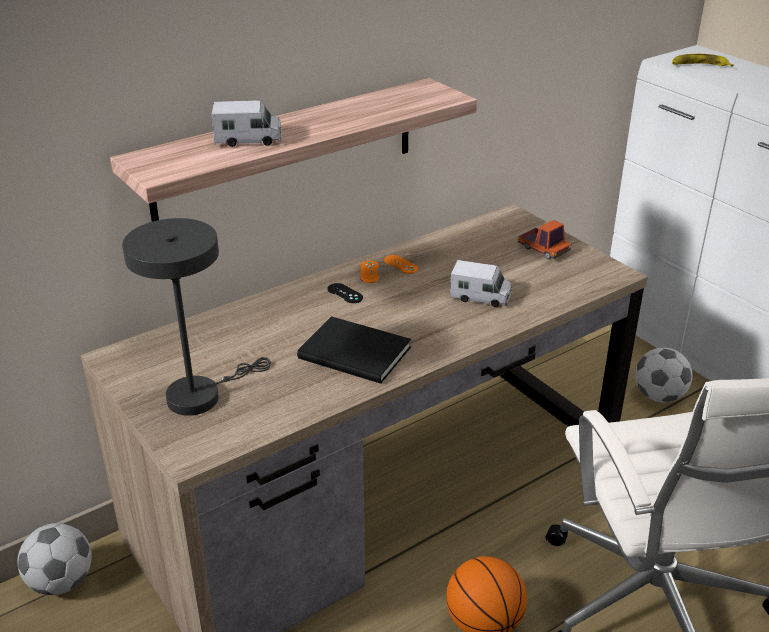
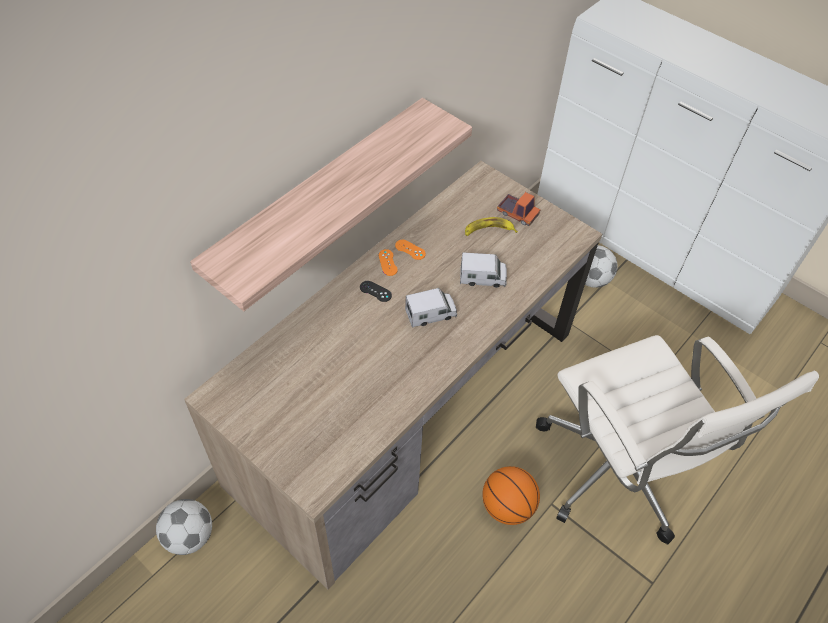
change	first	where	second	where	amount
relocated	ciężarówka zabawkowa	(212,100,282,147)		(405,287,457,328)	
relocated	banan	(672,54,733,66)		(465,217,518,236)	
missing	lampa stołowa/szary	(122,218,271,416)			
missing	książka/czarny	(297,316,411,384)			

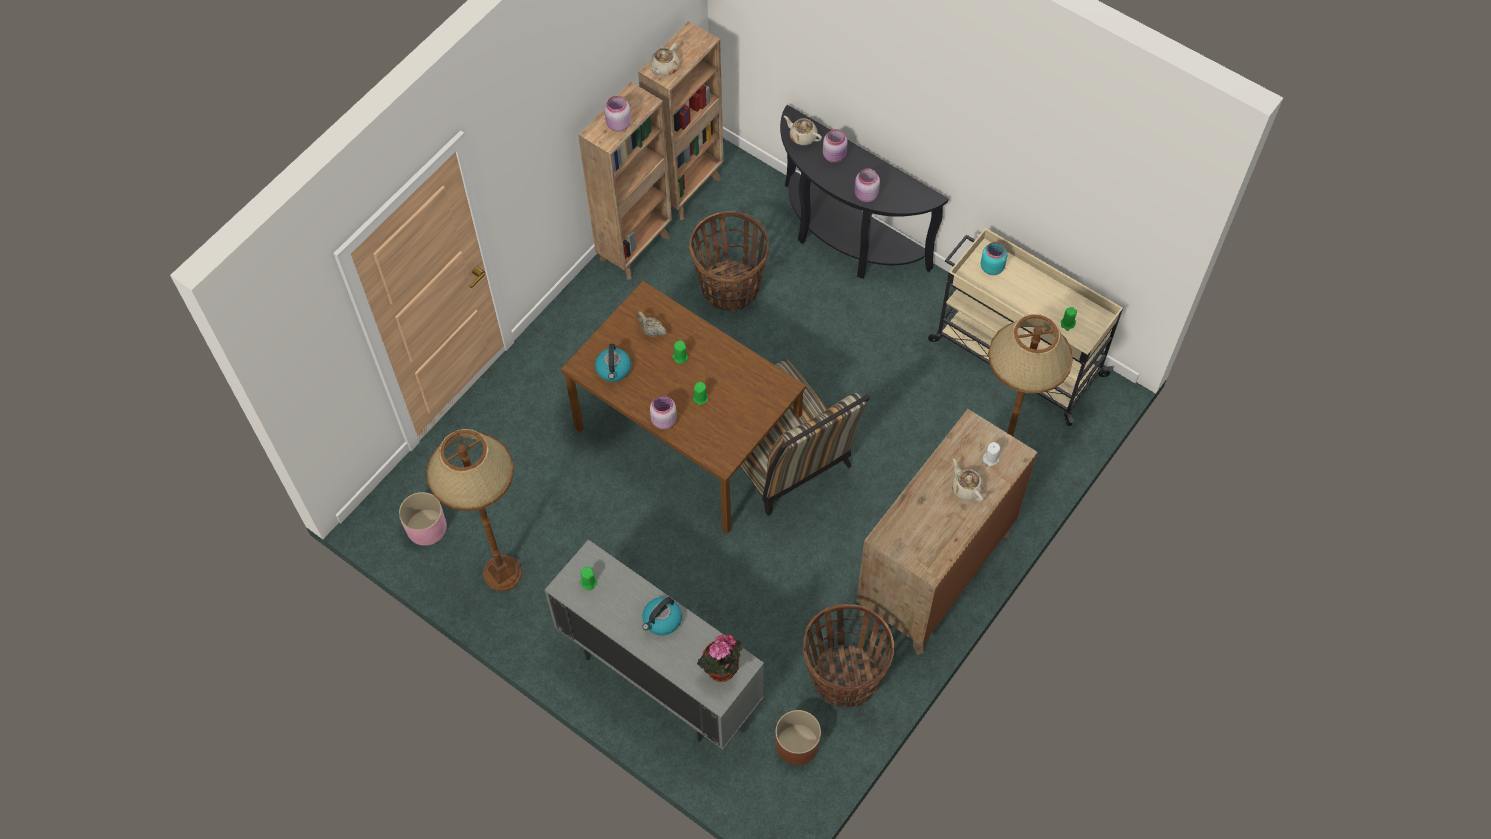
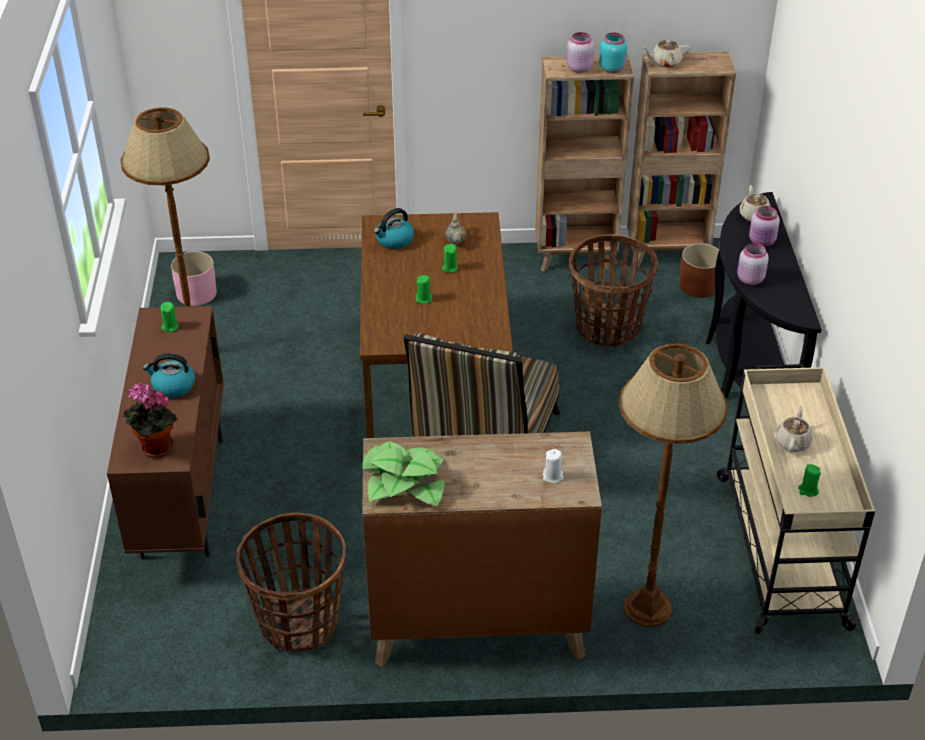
change	first	where	second	where	amount
colour	szafka/szary	(545,540,764,749)	szafka/brązowy	(107,306,224,559)	
appeared			roślina doniczkowa	(362,441,445,506)	
relocated	słoik/turkusowy	(981,242,1007,275)		(599,32,627,73)	
relocated	donica/brązowy	(775,710,821,765)		(679,244,719,298)	
relocated	imbryk/beżowy	(952,459,984,502)		(775,406,813,452)	
missing	słoik/różowy	(650,395,677,429)			

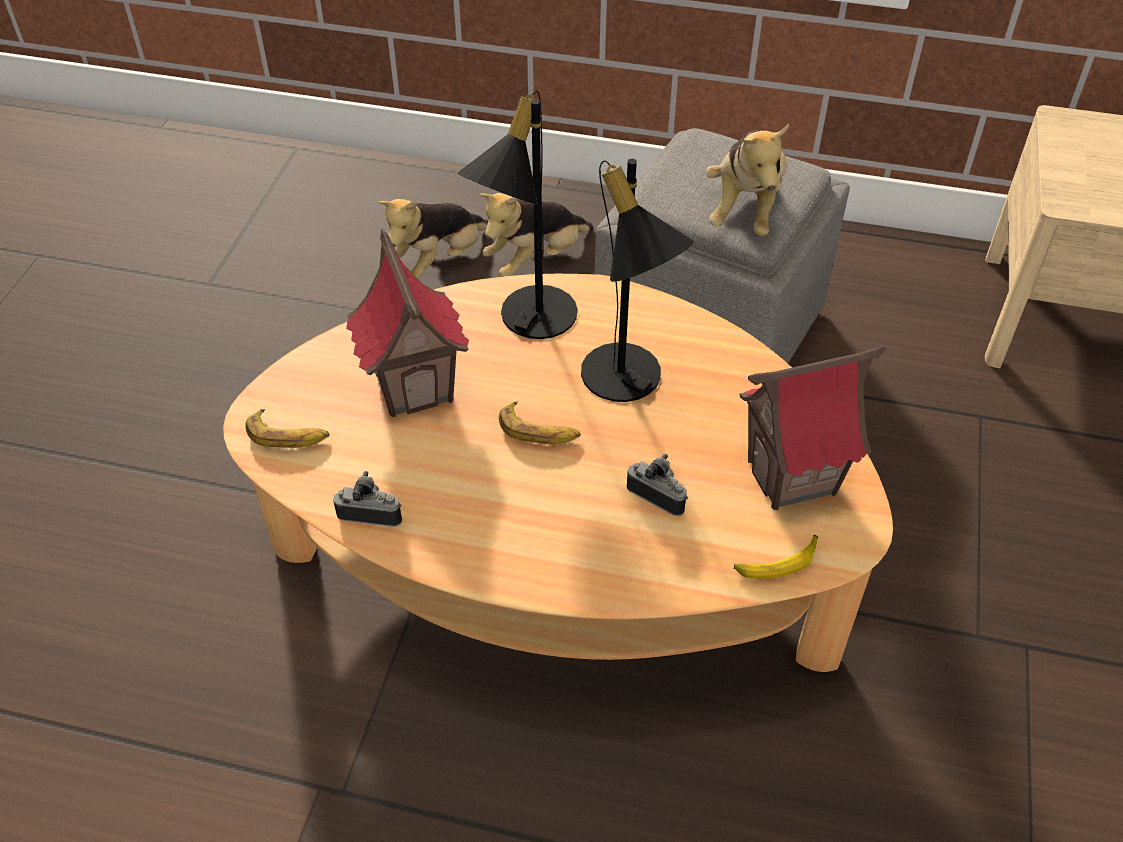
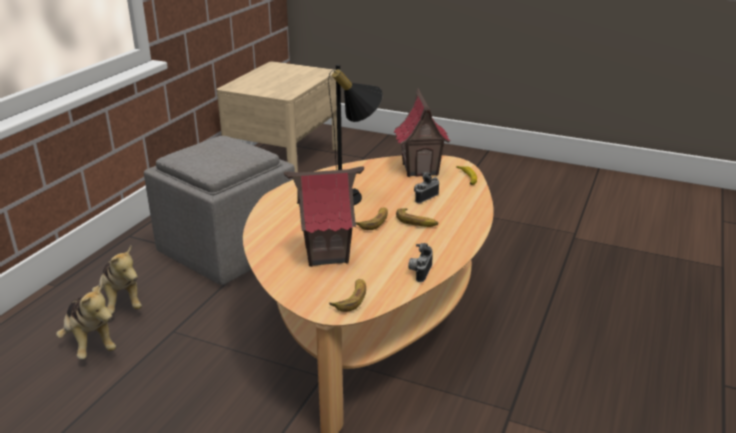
change	first	where	second	where	amount
appeared			banan	(396,208,438,227)	
missing	lampa stołowa/czarny	(457,91,578,339)			
missing	pluszak	(706,124,789,236)			

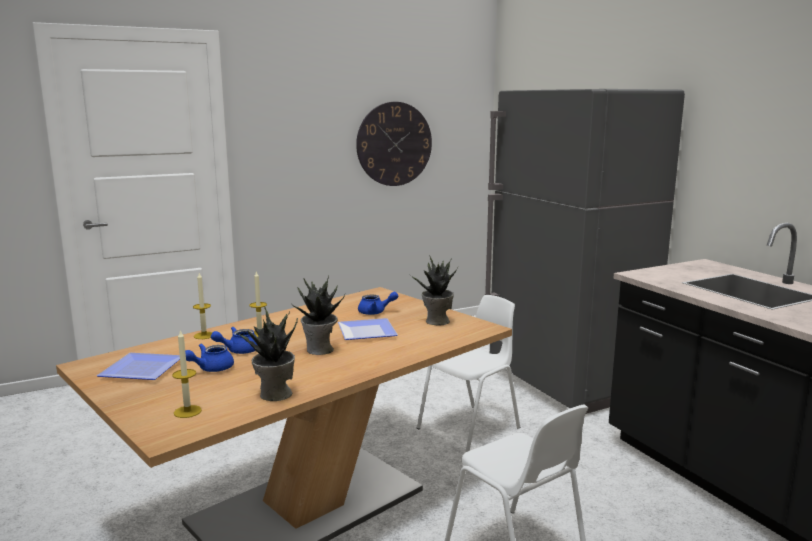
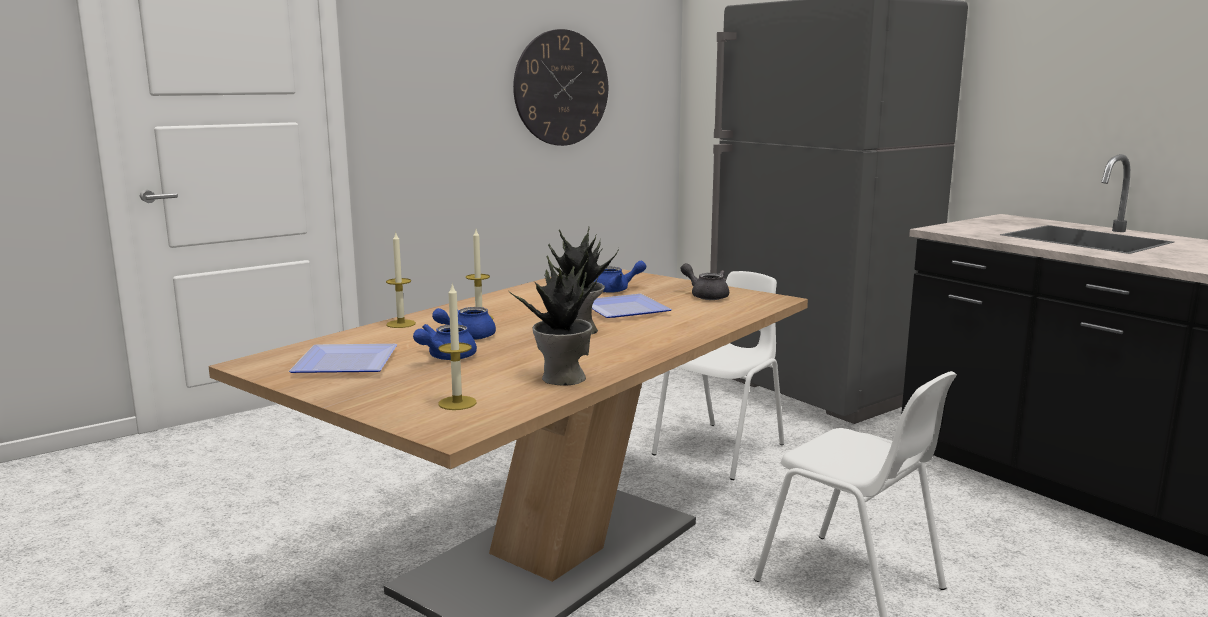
change	first	where	second	where	amount
exchanged	roślina doniczkowa	(409,255,457,325)	imbryk/szary	(680,263,729,300)	

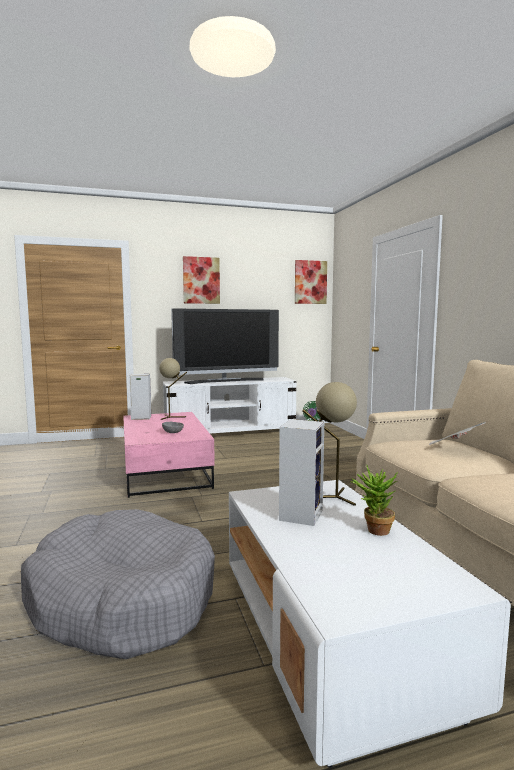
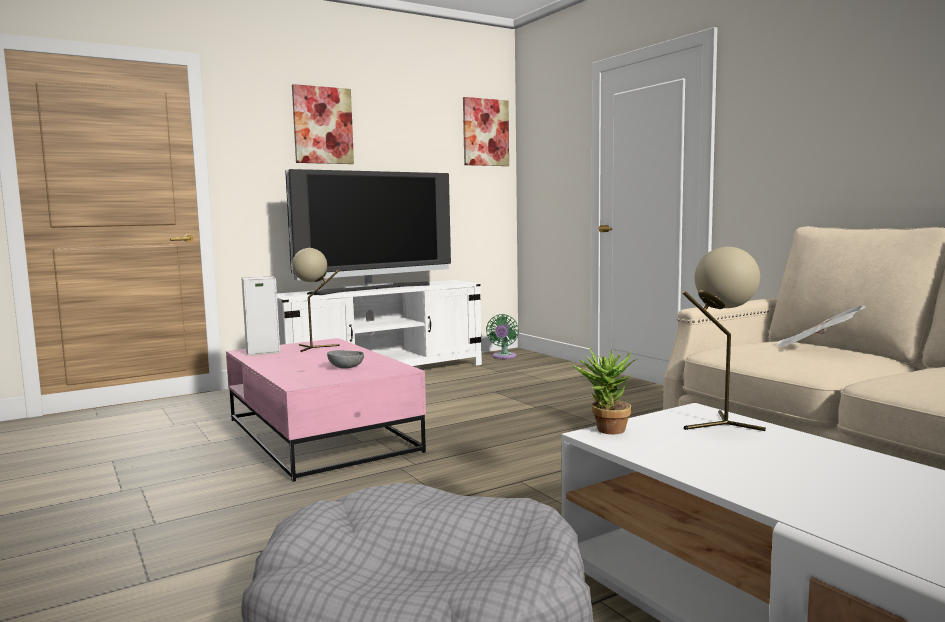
change	first	where	second	where	amount
relocated	roślina doniczkowa	(350,464,398,536)		(574,347,637,434)	
missing	głośnik	(279,419,324,526)			

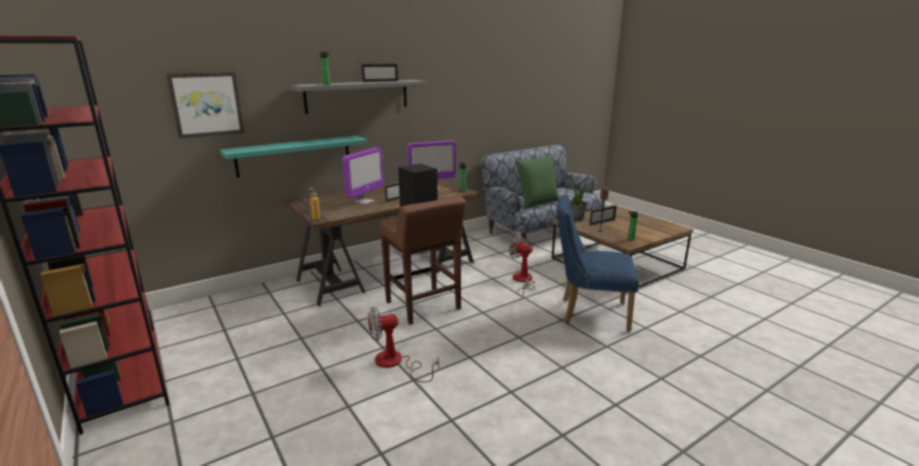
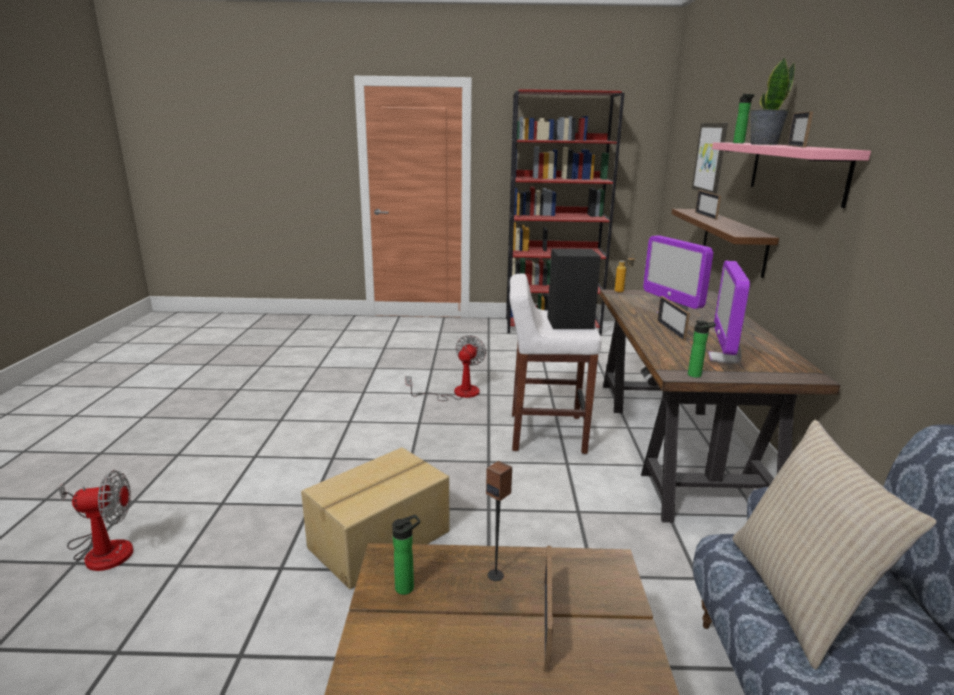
change	first	where	second	where	amount
relocated	wentylator	(509,235,535,297)		(59,470,133,571)	
exchanged	krzesło/niebieski	(557,194,639,332)	karton	(301,447,449,589)	
colour	stołek/brązowy	(379,196,466,325)	stołek/biały	(510,274,602,454)	
colour	półka/turkusowy	(220,136,367,178)	półka/brązowy	(672,209,779,278)	
appeared			ramka na zdjęcie	(695,190,721,220)	
colour	półka/szary	(291,80,426,114)	półka/różowy	(712,142,871,208)	
colour	poduszka/zielony	(515,154,560,209)	poduszka/beżowy	(732,420,937,670)	
relocated	roślina doniczkowa	(570,178,588,221)		(750,57,795,145)	

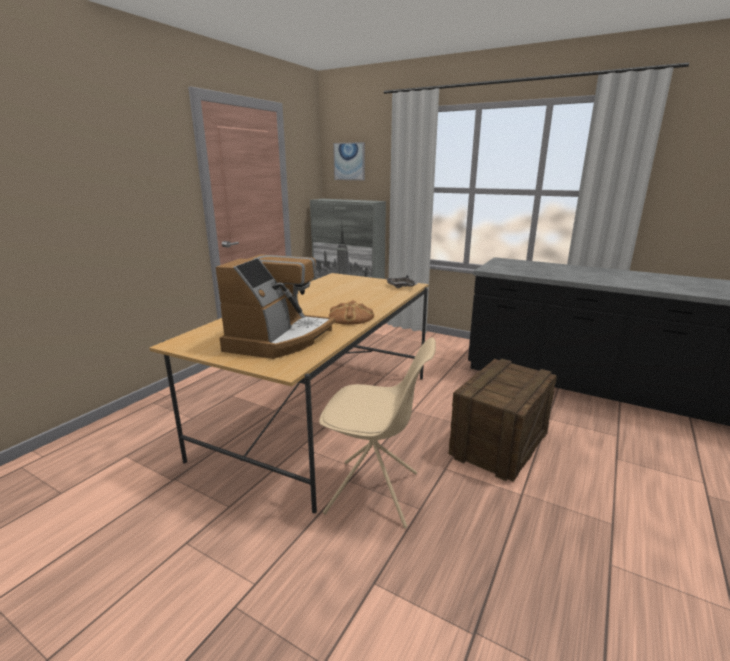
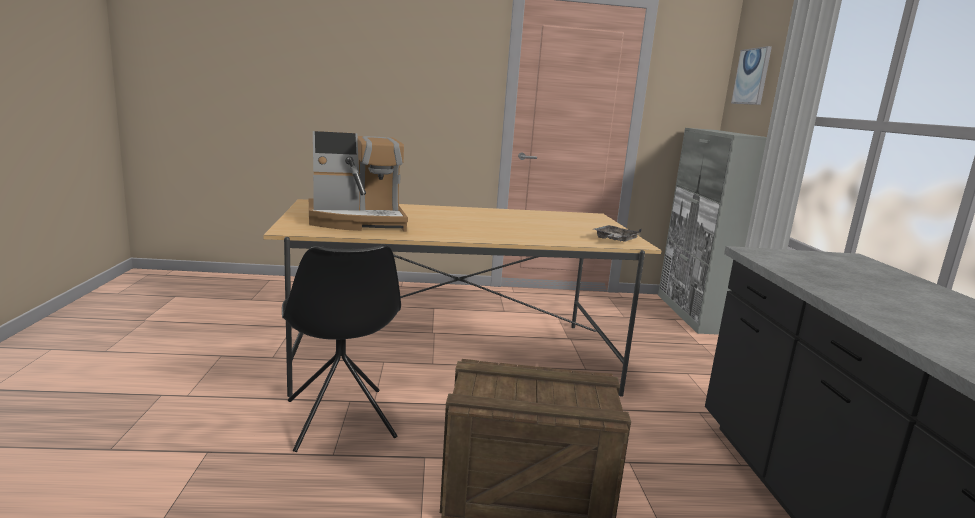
change	first	where	second	where	amount
colour	krzesło/beżowy	(319,337,436,529)	krzesło/czarny	(282,245,401,452)	
missing	chleb	(329,300,374,325)			

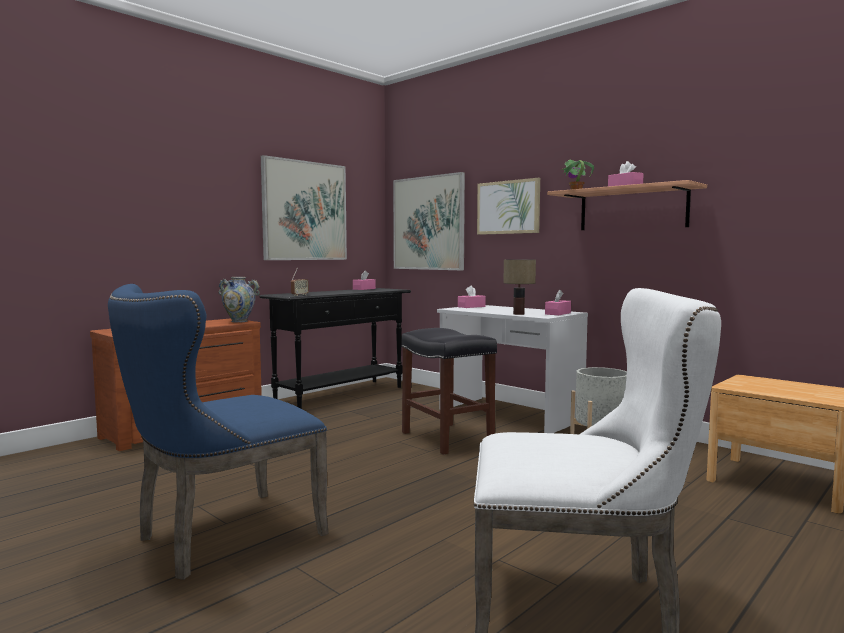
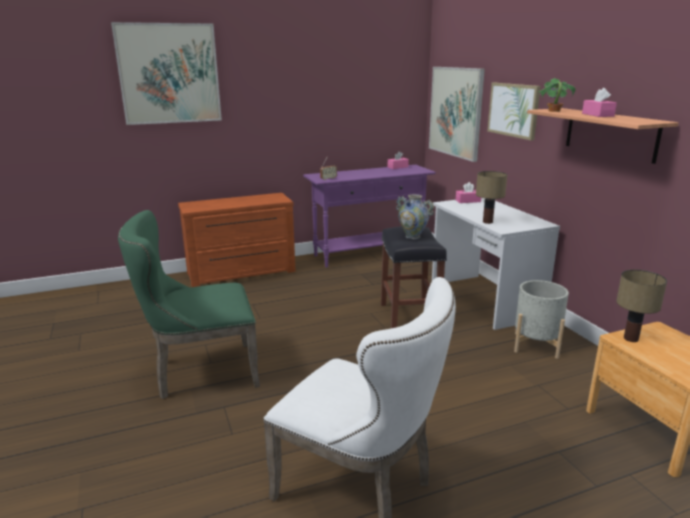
change	first	where	second	where	amount
relocated	obraz	(261,155,347,260)		(111,22,222,125)	
colour	krzesło/niebieski	(108,284,329,580)	krzesło/zielony	(118,210,260,399)	
colour	stolik konsolowy/czarny	(259,288,411,409)	stolik konsolowy/fioletowy	(303,165,436,267)	
relocated	wazon	(218,277,260,322)		(396,194,434,239)	
appeared			lampa stołowa	(616,270,667,342)	
missing	pudełko chusteczek/różowy	(545,290,571,315)			

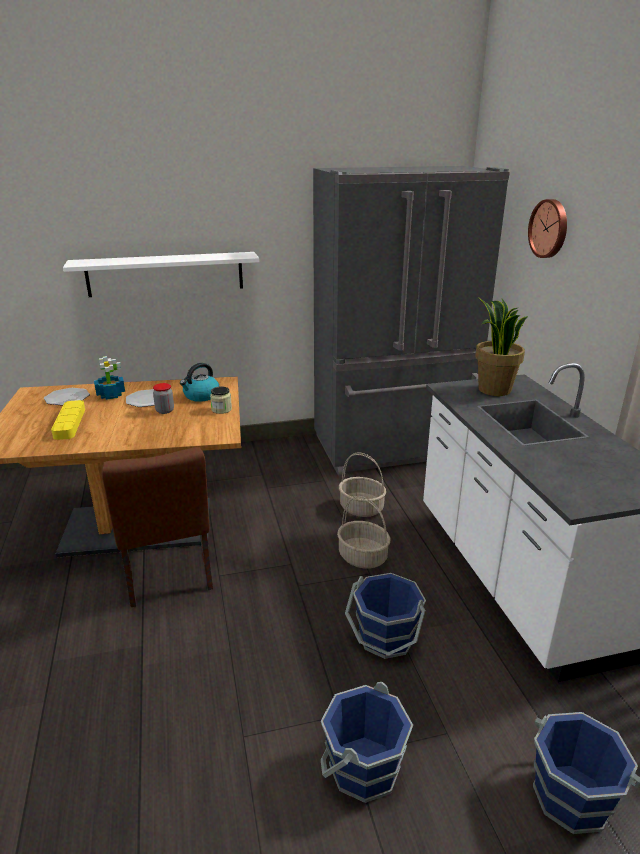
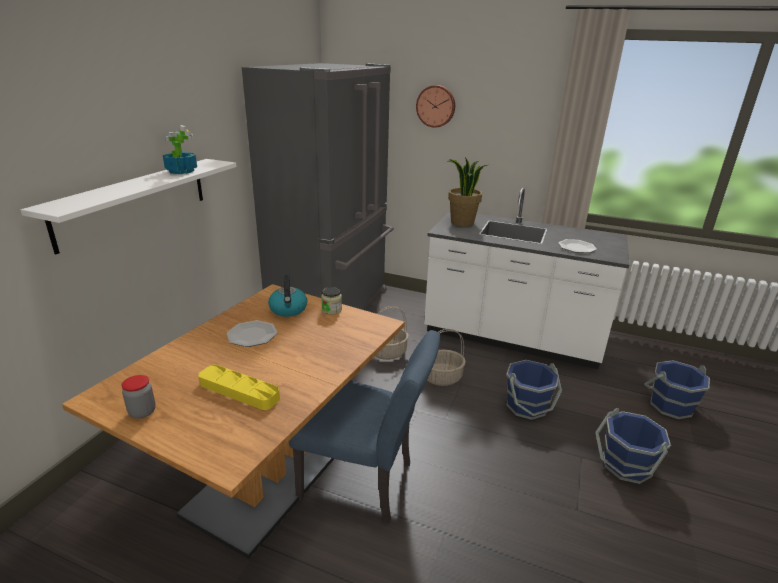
change	first	where	second	where	amount
relocated	słoik	(153,383,174,414)		(121,375,156,419)	
relocated	roślina doniczkowa	(94,356,125,400)		(163,125,197,174)	
colour	krzesło/brązowy	(102,447,213,607)	krzesło/niebieski	(289,330,441,523)	
relocated	talerz	(44,388,90,405)		(558,239,597,253)	

